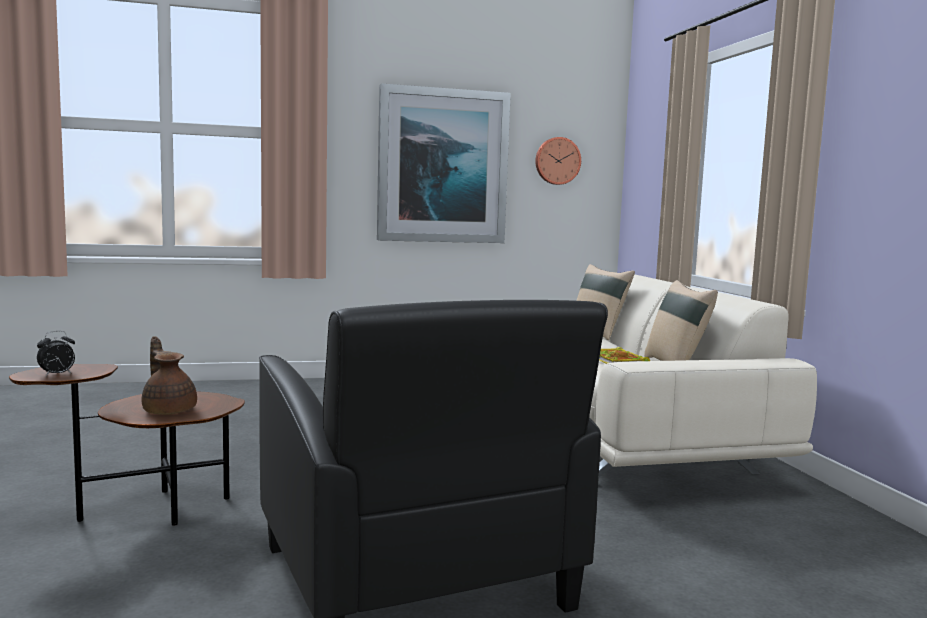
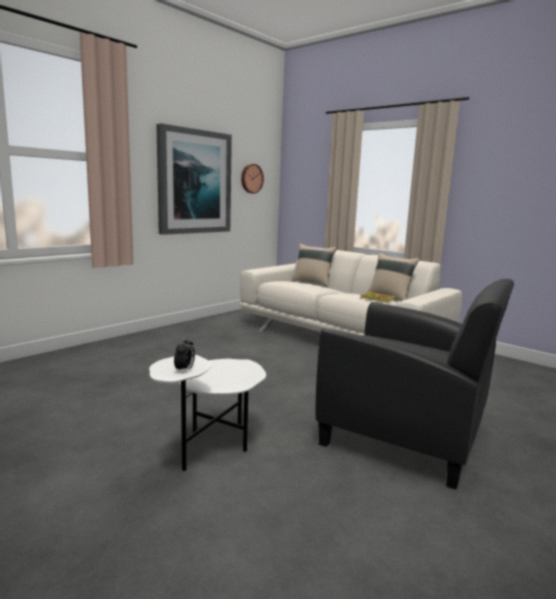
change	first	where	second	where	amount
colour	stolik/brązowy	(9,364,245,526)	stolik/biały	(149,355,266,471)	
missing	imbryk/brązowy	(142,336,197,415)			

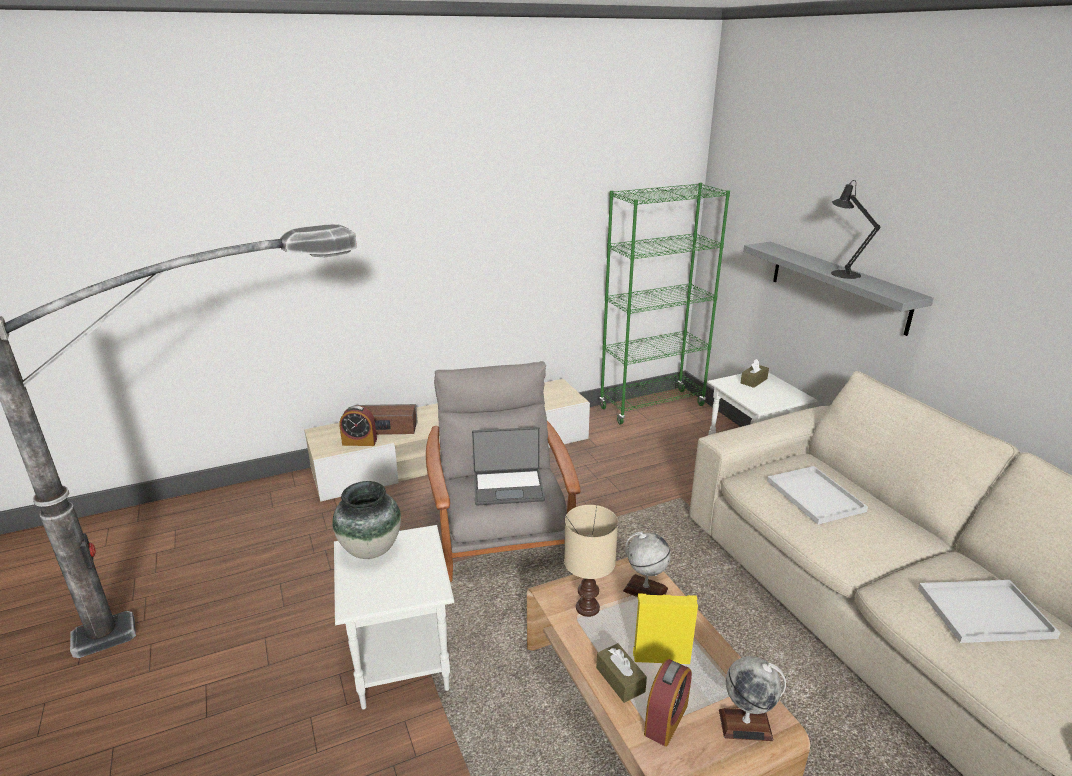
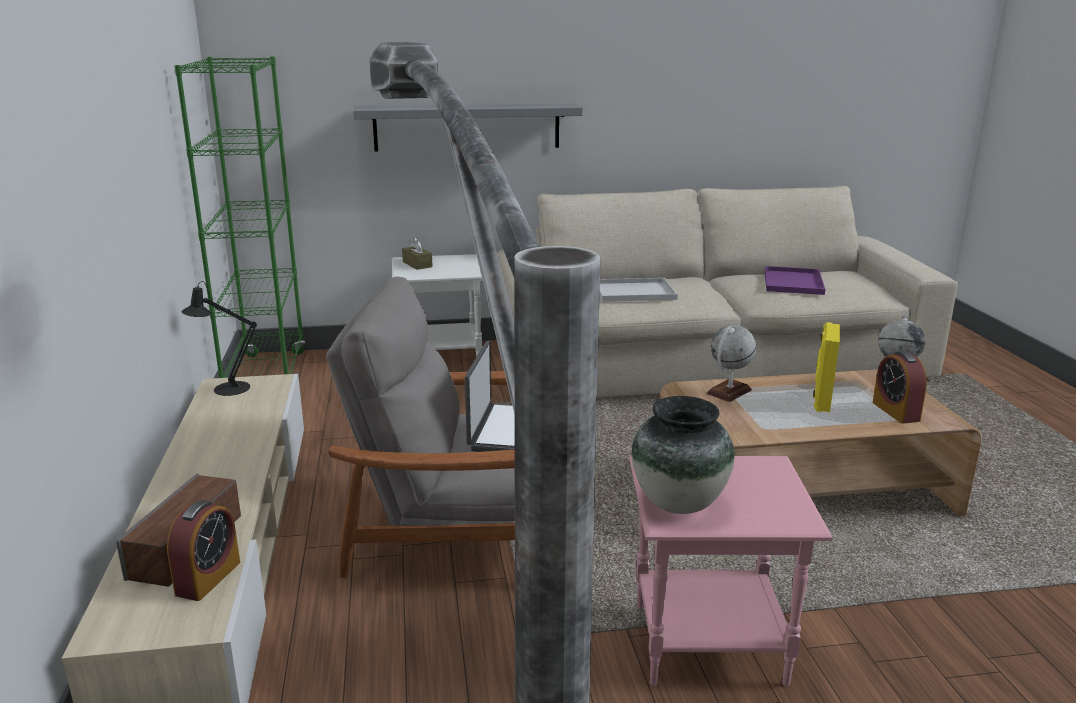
change	first	where	second	where	amount
relocated	lampa stołowa/czarny	(831,181,881,279)		(182,281,257,396)	
colour	stolik/biały	(334,525,454,709)	stolik/różowy	(629,456,833,686)	
colour	taca/biały	(918,580,1061,643)	taca/fioletowy	(764,266,825,295)	
spun	budzik	(644,659,692,747)		(873,351,927,424)	150 degrees counterclockwise
missing	lampa stołowa/beżowy	(564,505,618,617)			
missing	pudełko chusteczek/brązowy	(596,643,647,703)			

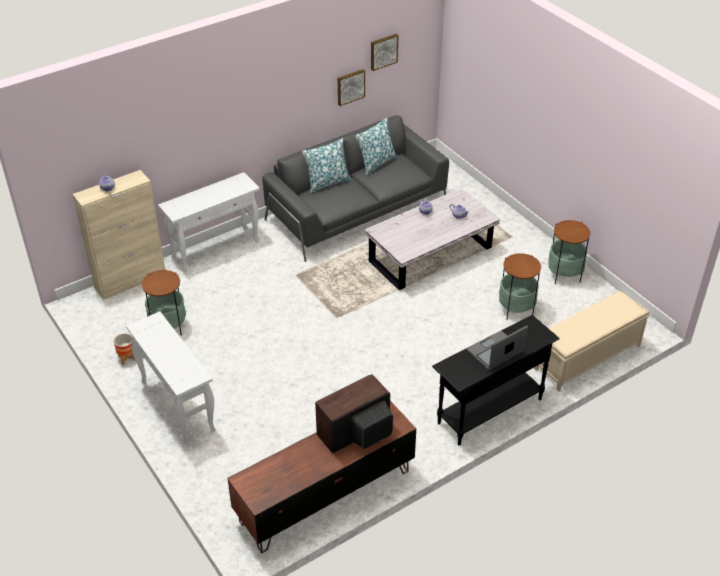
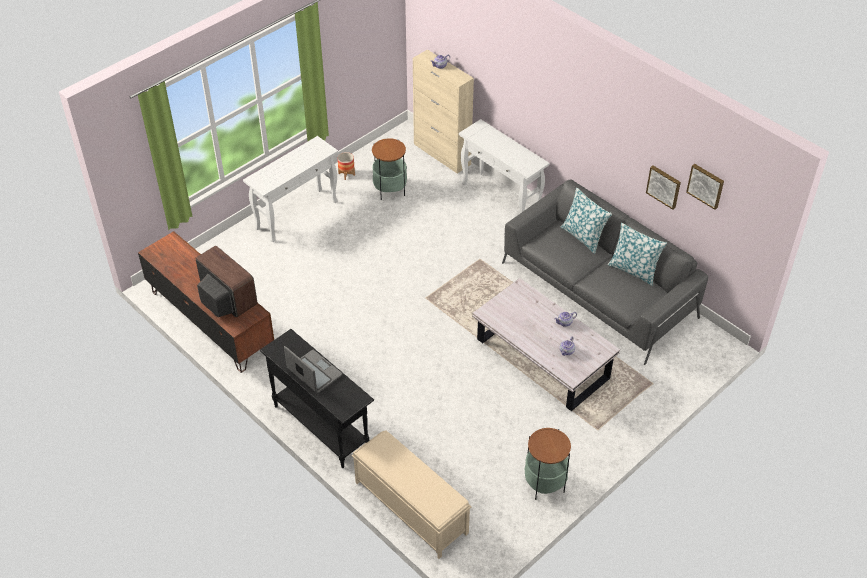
change	first	where	second	where	amount
missing	stolik	(499,253,541,320)			

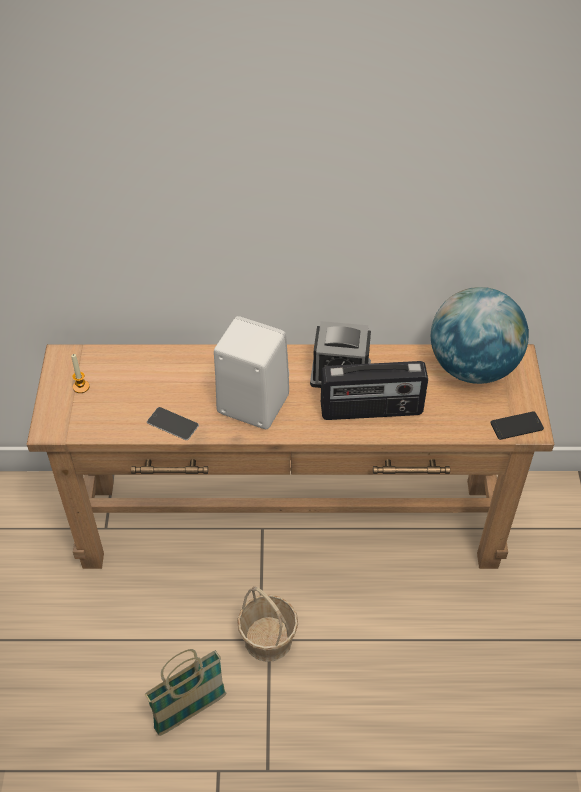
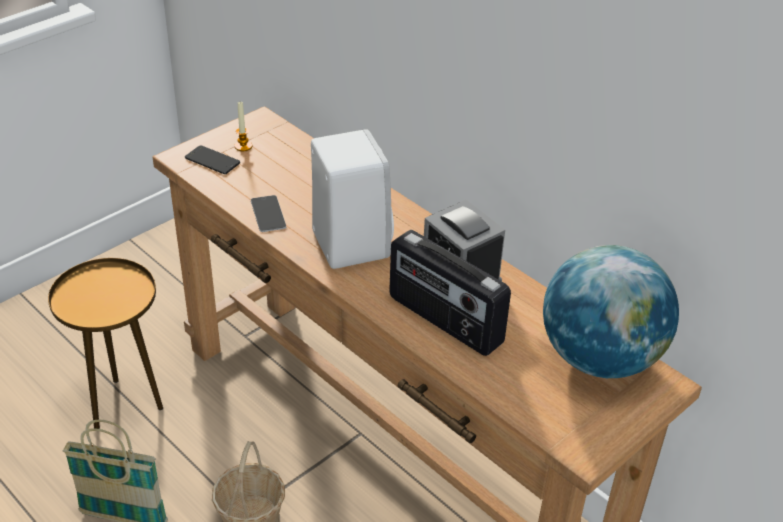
change	first	where	second	where	amount
appeared			stolik/brązowy	(48,258,163,429)	
relocated	telefon	(490,411,544,440)		(185,145,240,174)	

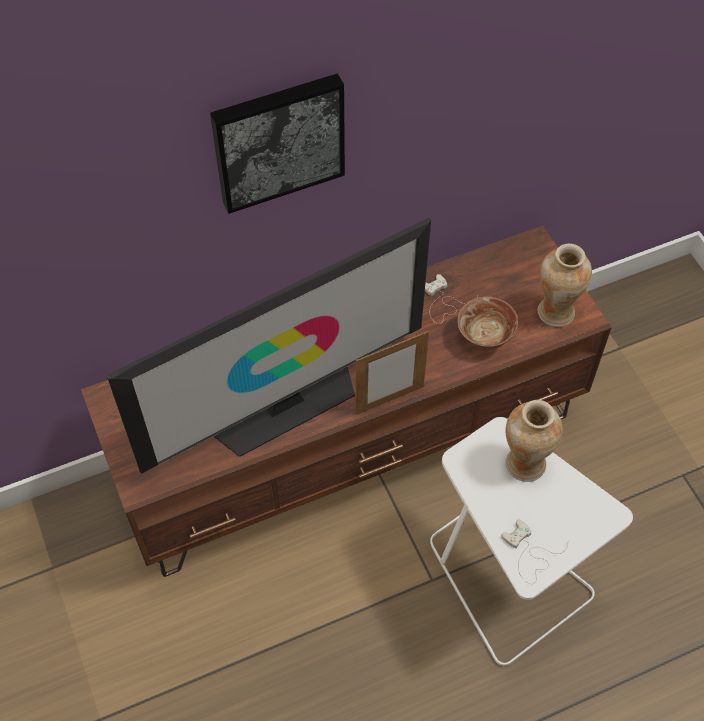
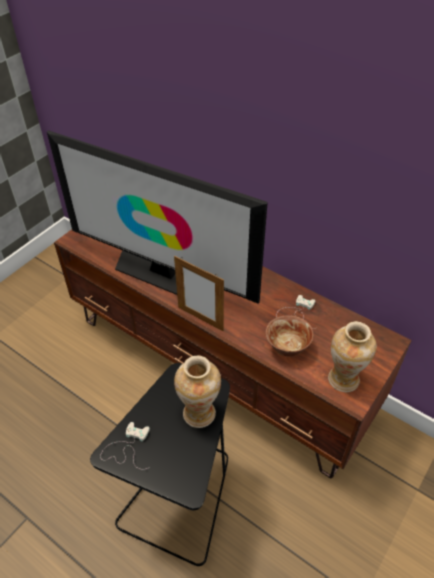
change	first	where	second	where	amount
colour	stolik/biały	(430,417,633,666)	stolik/czarny	(90,363,230,566)	
missing	obraz	(210,73,345,214)			

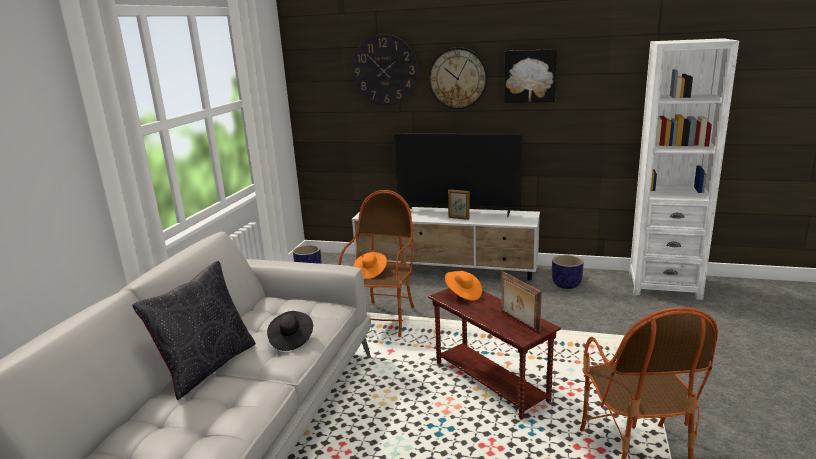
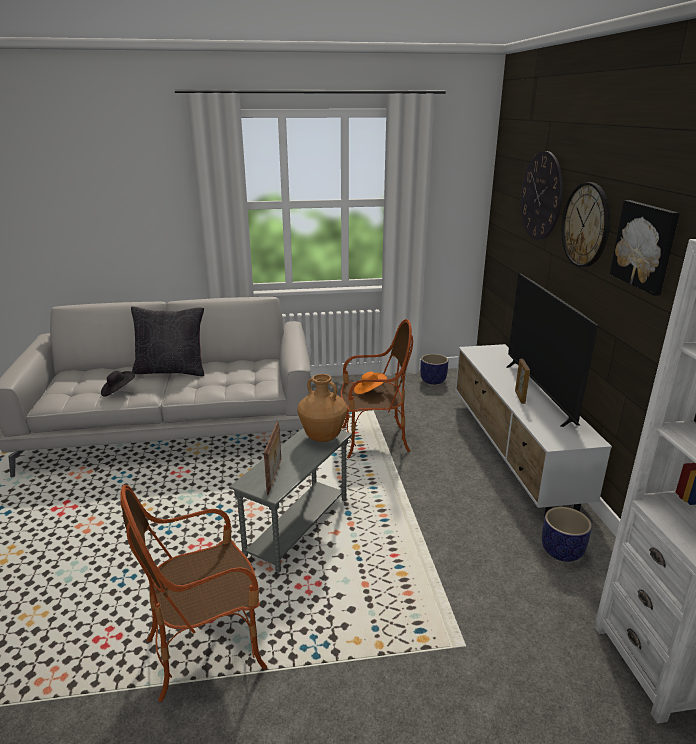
change	first	where	second	where	amount
relocated	kapelusz/czarny	(267,311,313,351)		(101,371,135,397)	
colour	stolik/brązowy	(428,288,561,420)	stolik/szary	(229,428,352,573)	
spun	ramka na zdjęcie	(501,271,542,334)		(264,421,281,495)	150 degrees clockwise
exchanged	kapelusz/pomarańczowy	(445,271,482,300)	wazon/brązowy	(297,374,347,442)	

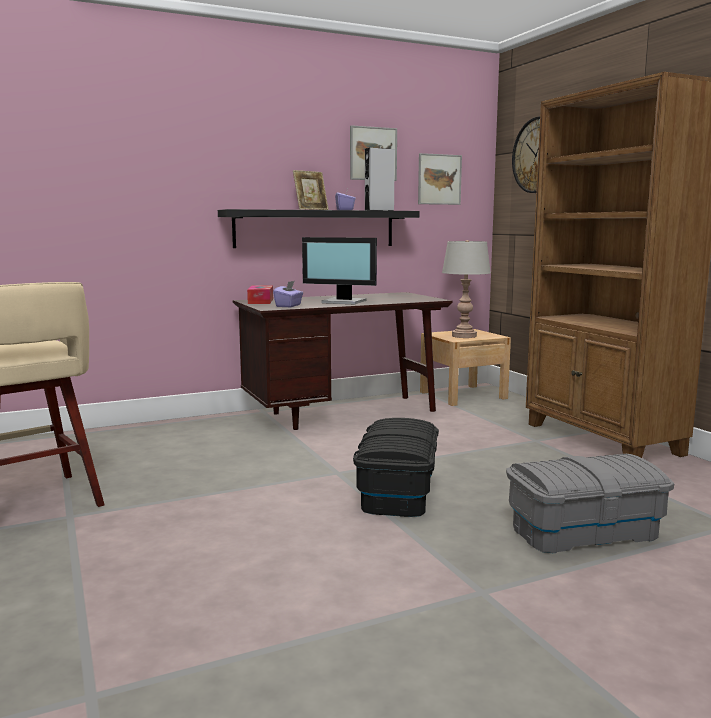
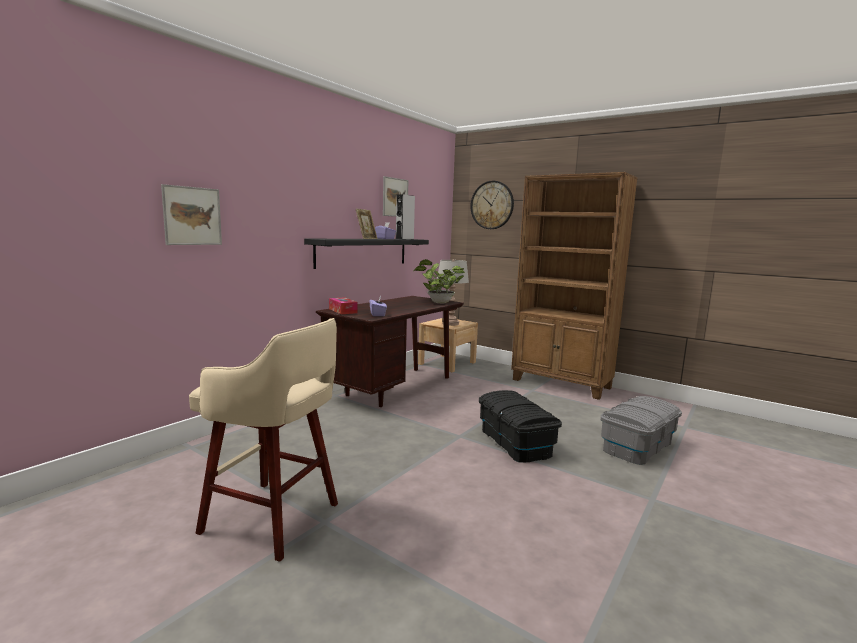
change	first	where	second	where	amount
relocated	obraz	(418,153,462,205)		(161,184,222,245)	
appeared			roślina doniczkowa	(414,259,465,303)	
missing	monitor	(302,237,377,305)			

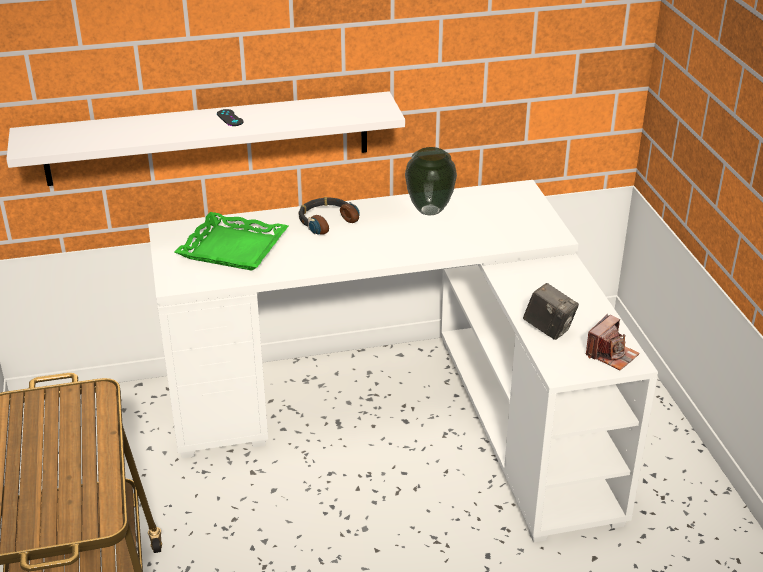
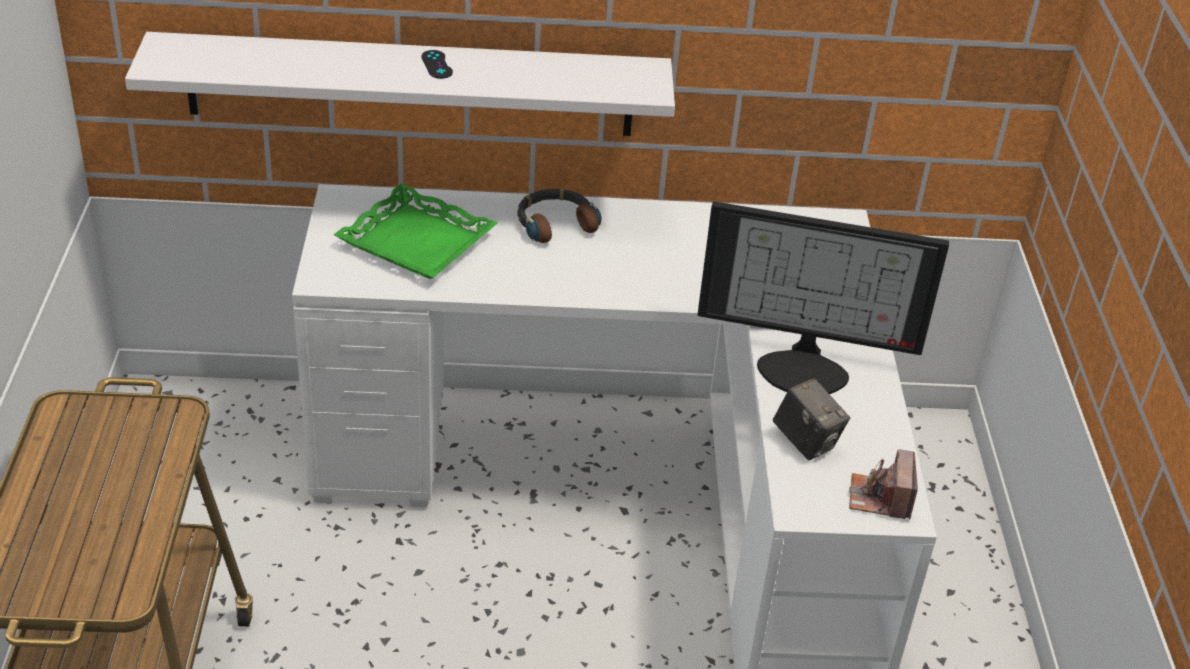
change	first	where	second	where	amount
appeared			monitor	(698,201,949,394)	
spun	aparat fotograficzny	(586,314,640,370)		(849,449,918,519)	135 degrees clockwise
missing	wazon	(405,147,457,215)			

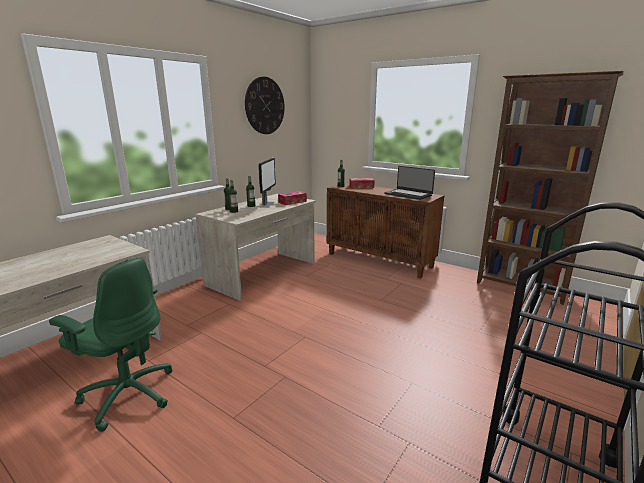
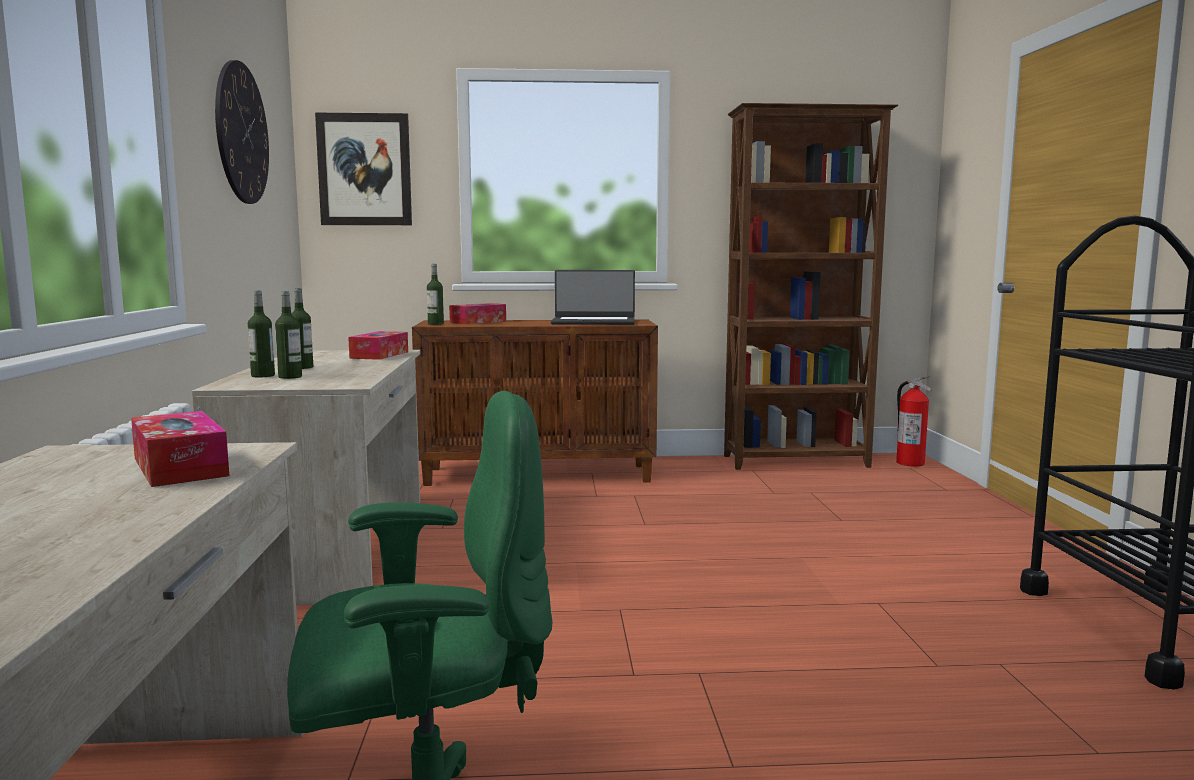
change	first	where	second	where	amount
appeared			pudełko chusteczek	(131,411,229,487)	
appeared			obraz	(315,113,412,225)	
appeared			gaśnica	(896,376,932,466)	
missing	monitor	(258,158,276,208)			

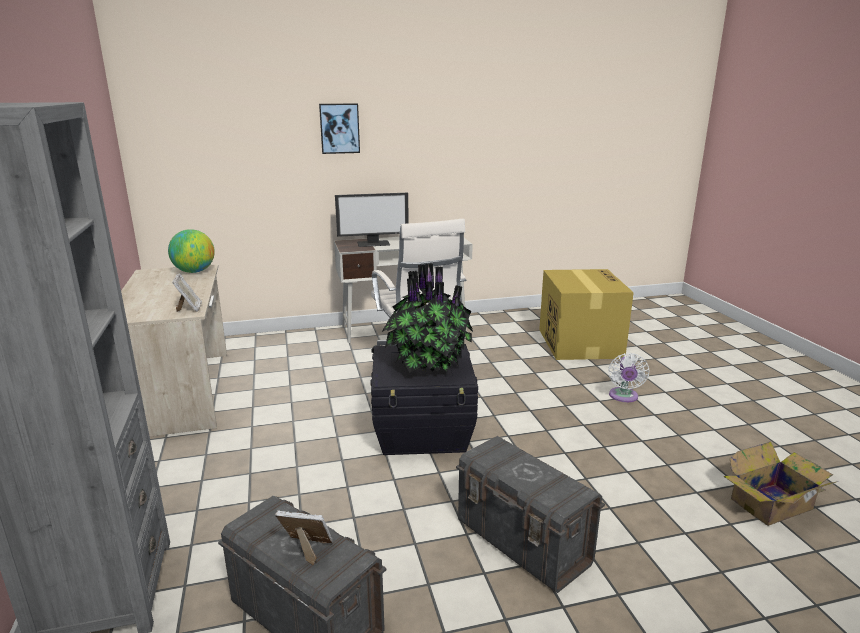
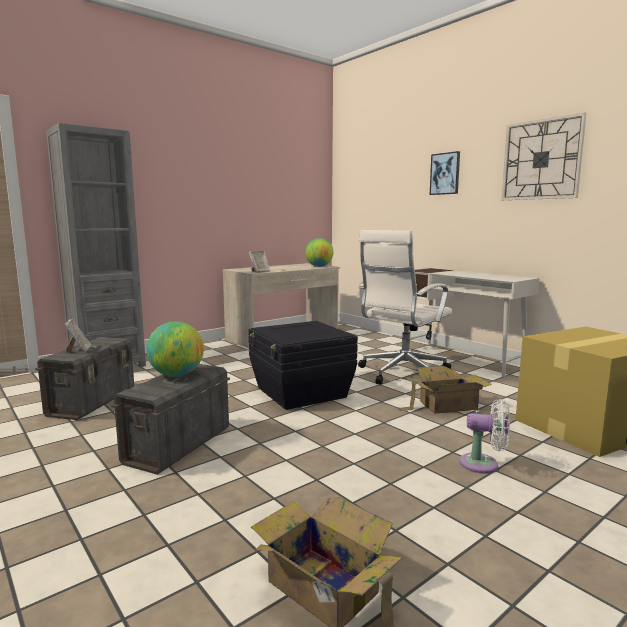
change	first	where	second	where	amount
appeared			globus	(146,321,204,377)	
appeared			karton	(397,366,492,414)	
spun	wentylator/biały	(608,353,649,402)		(460,399,510,474)	150 degrees counterclockwise
appeared			zegar ścienny	(501,113,586,200)	
missing	monitor	(335,193,409,247)			
missing	roślina doniczkowa	(382,263,473,373)			

